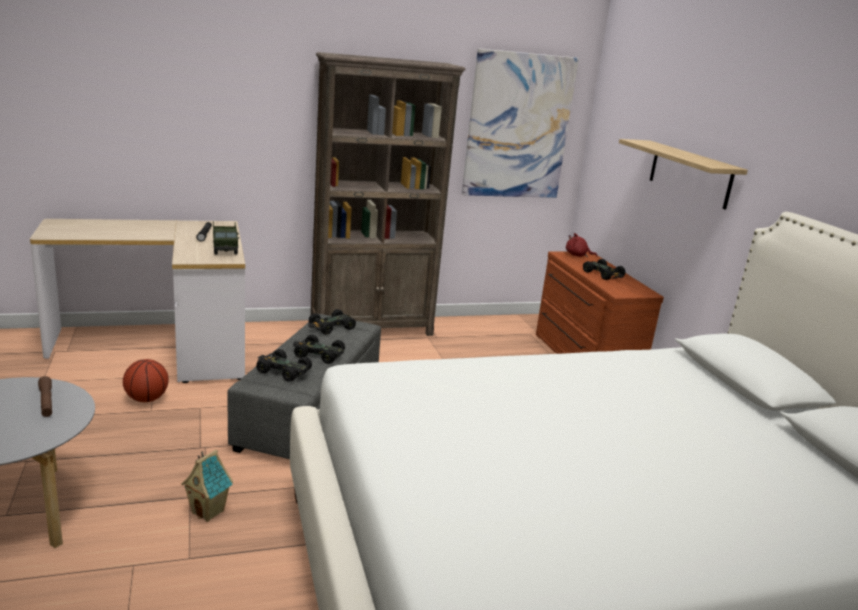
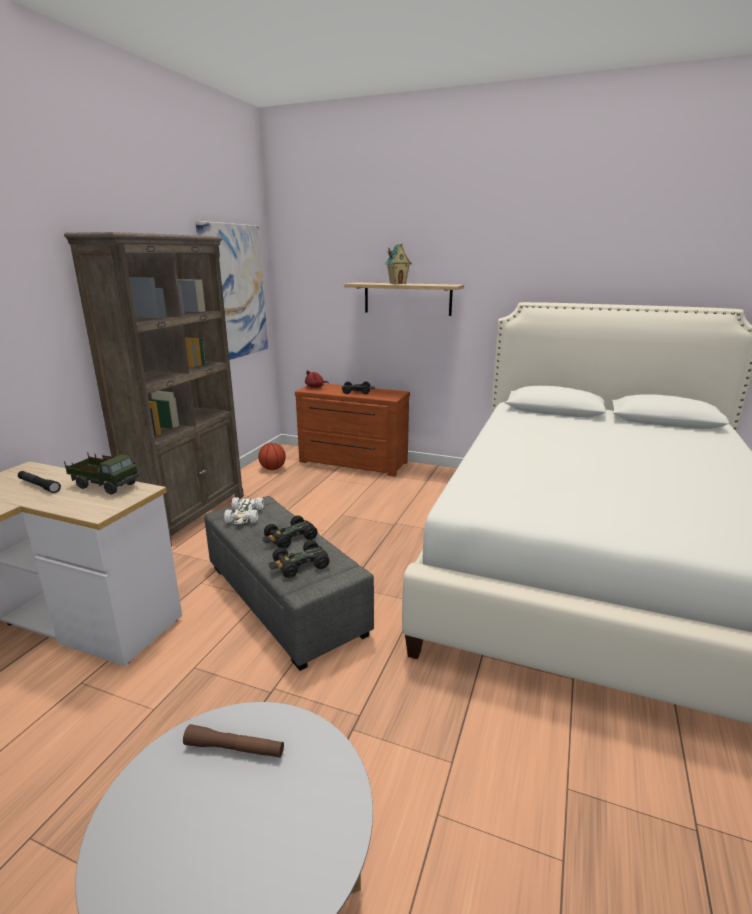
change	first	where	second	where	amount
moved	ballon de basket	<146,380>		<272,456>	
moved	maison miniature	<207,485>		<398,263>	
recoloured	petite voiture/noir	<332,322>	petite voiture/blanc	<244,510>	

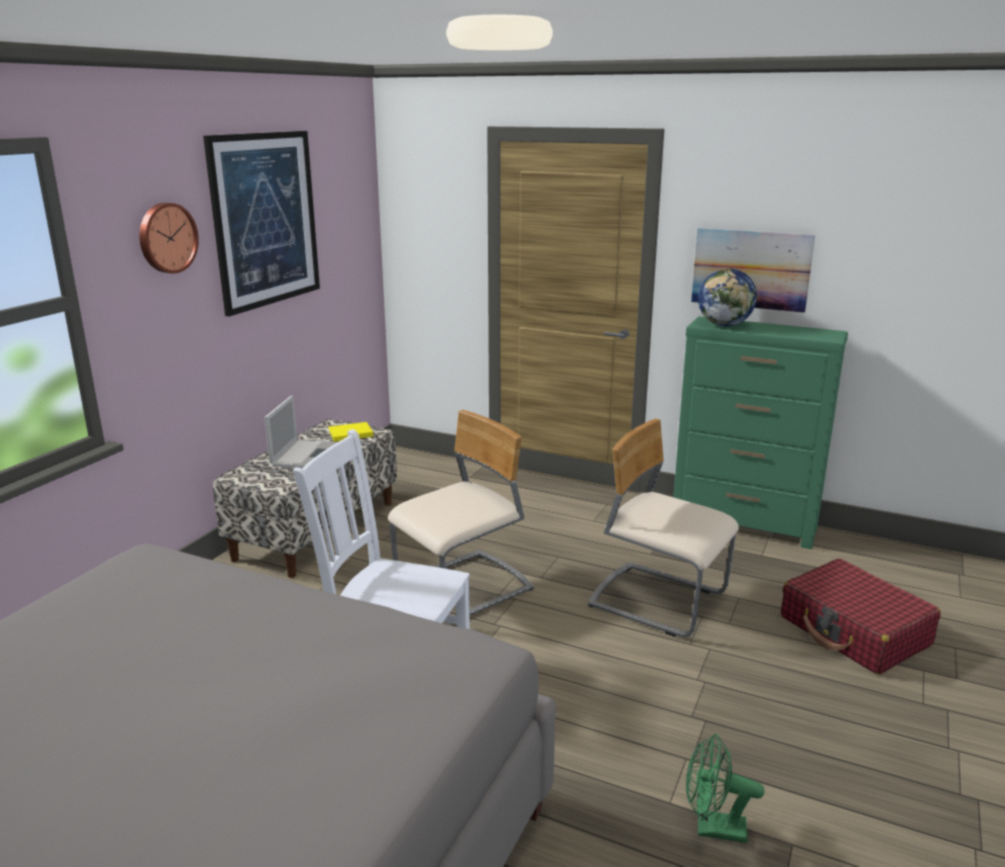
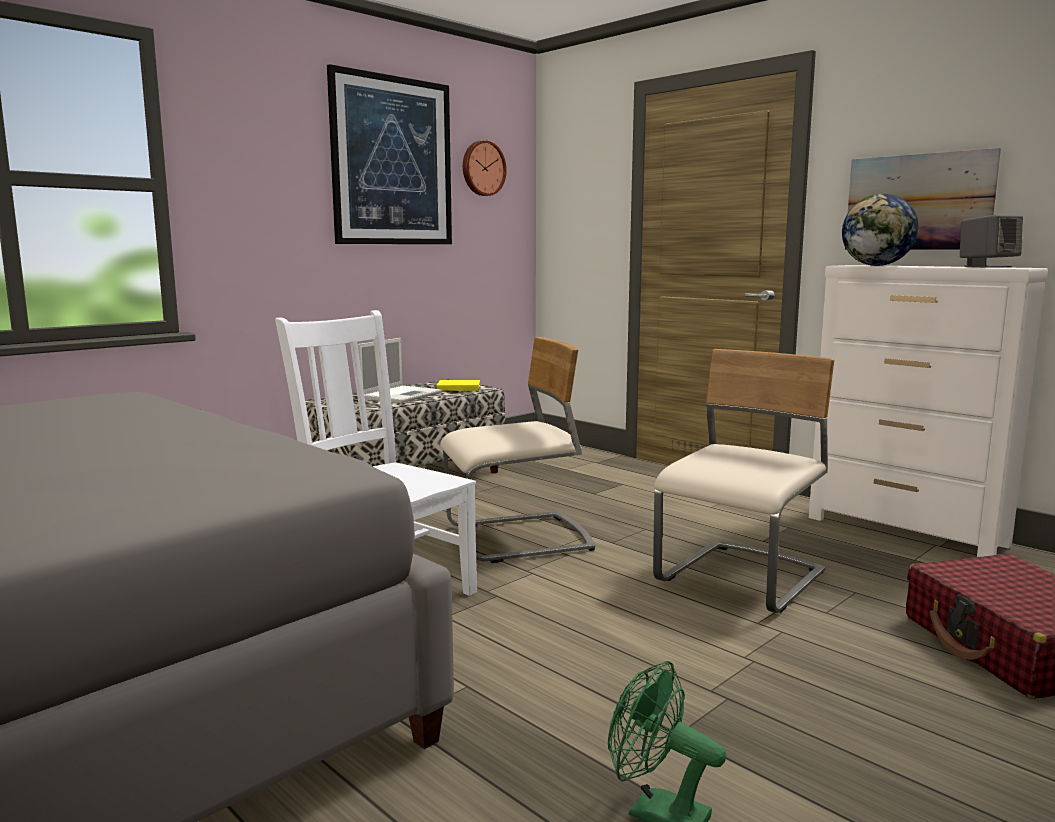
change	first	where	second	where	amount
added			enceinte/gris	<991,241>	
moved	horloge murale	<169,238>		<485,168>	
recoloured	commode/vert	<760,432>	commode/blanc	<928,411>	
turned	chaise/beige	<663,528>		<743,481>	75 degrees clockwise

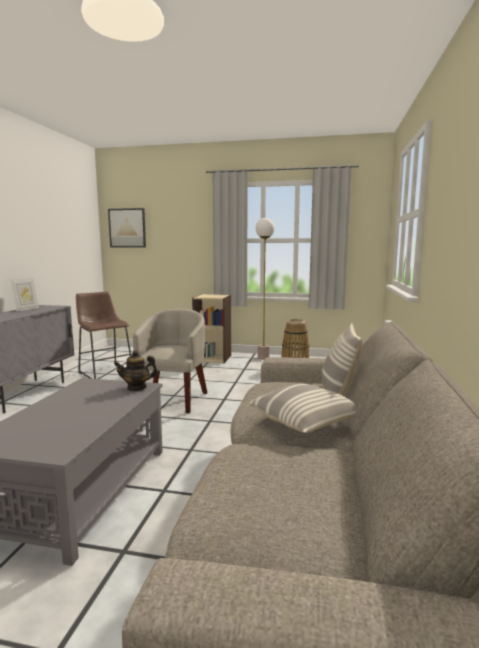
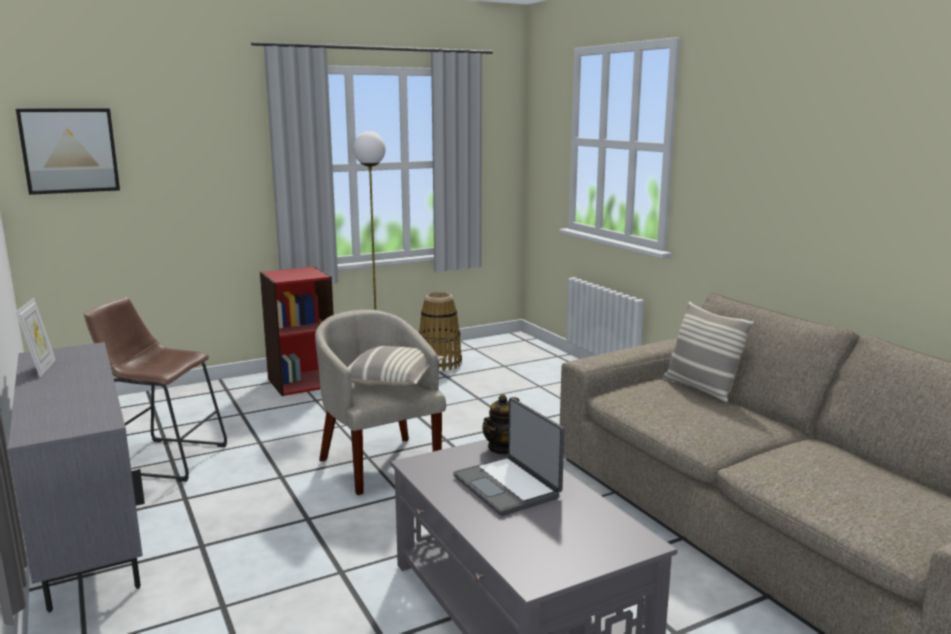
change	first	where	second	where	amount
added			ordinateur portable	<508,456>	
moved	coussin	<302,408>		<395,366>	
recoloured	bibliothèque/beige	<211,328>	bibliothèque/rouge	<297,331>	

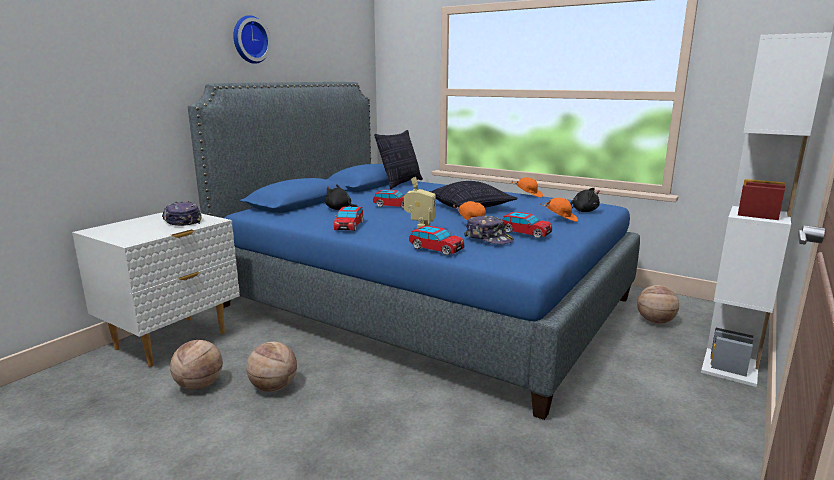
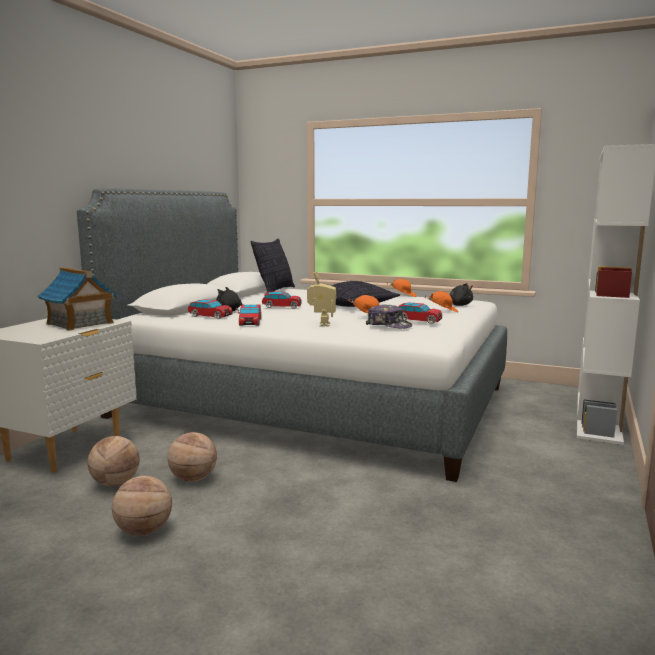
change	first	where	second	where	amount
removed	horloge murale	<252,39>			
moved	petite voiture	<436,240>		<210,309>	
moved	ballon de basket	<658,304>		<142,506>	
replaced	casquette	<181,213>	maison miniature	<77,299>	
recoloured	lit/bleu	<414,251>	lit/blanc	<292,335>	

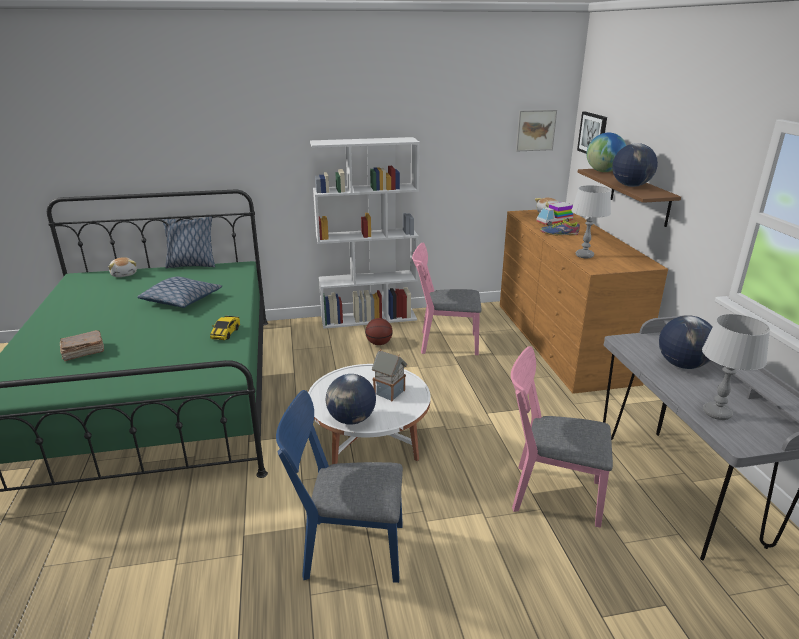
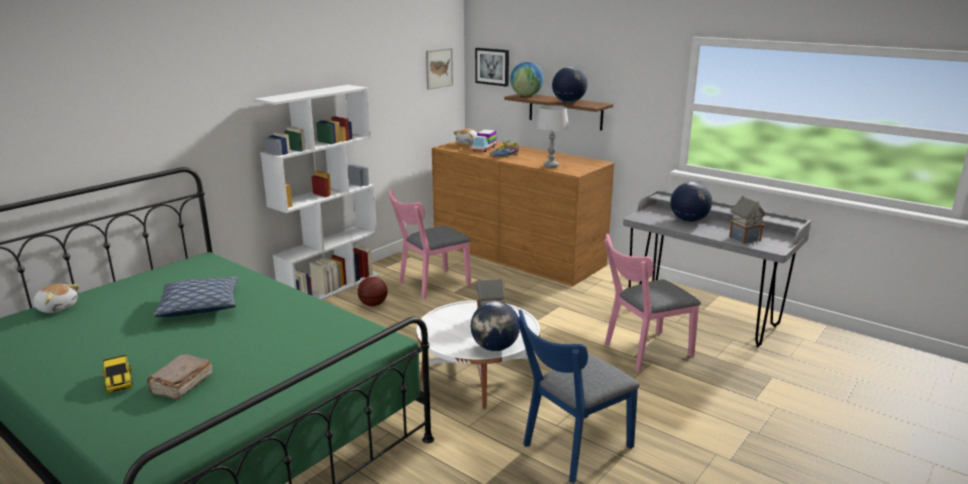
change	first	where	second	where	amount
removed	coussin	<188,242>			
moved	petite voiture	<225,328>		<117,374>	
replaced	lampe de table/gris	<736,367>	maison miniature	<747,220>	

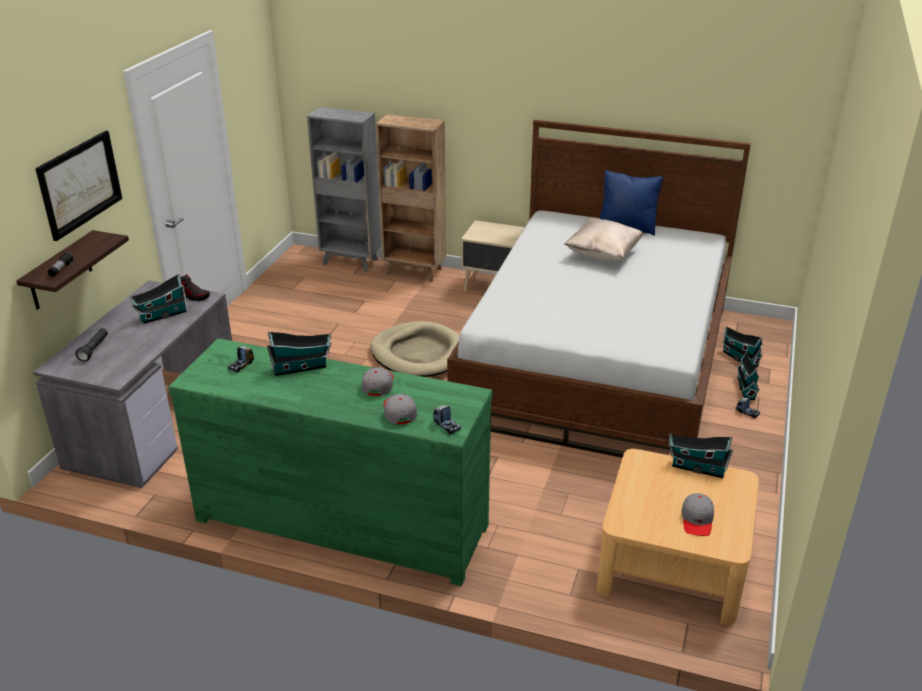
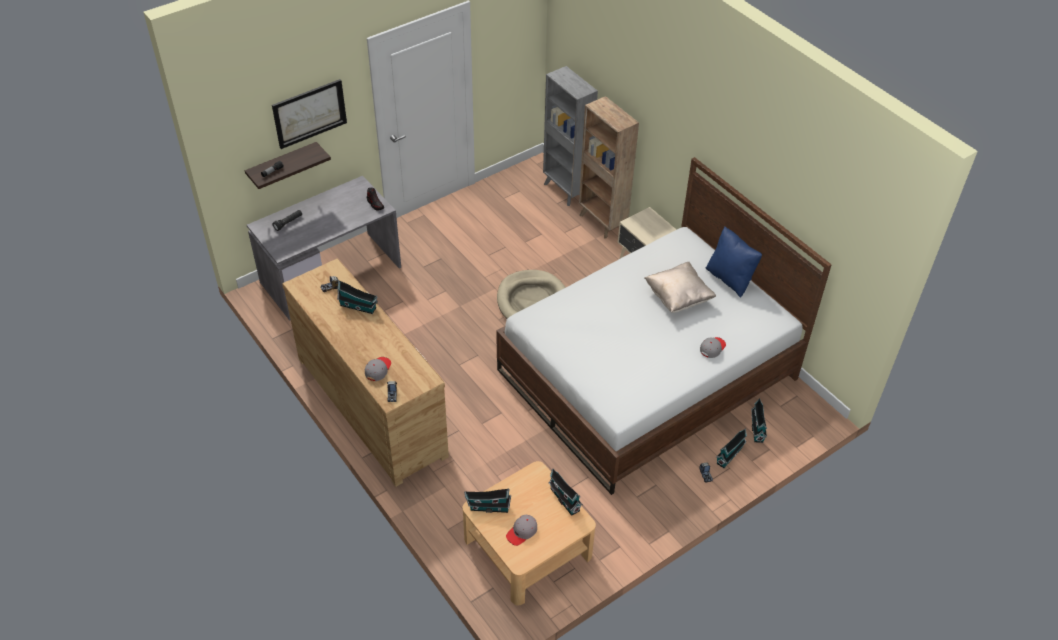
change	first	where	second	where	amount
moved	maison miniature	<158,299>		<487,500>	
moved	casquette/gris	<377,381>		<713,347>	
recoloured	commode/vert	<330,462>	commode/marron	<365,373>	

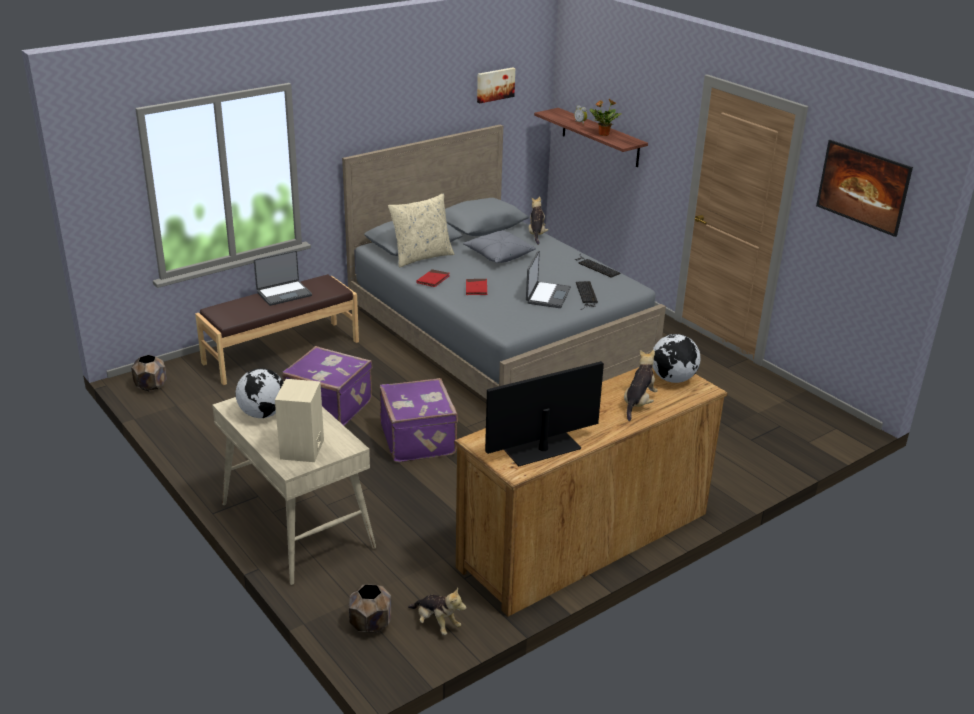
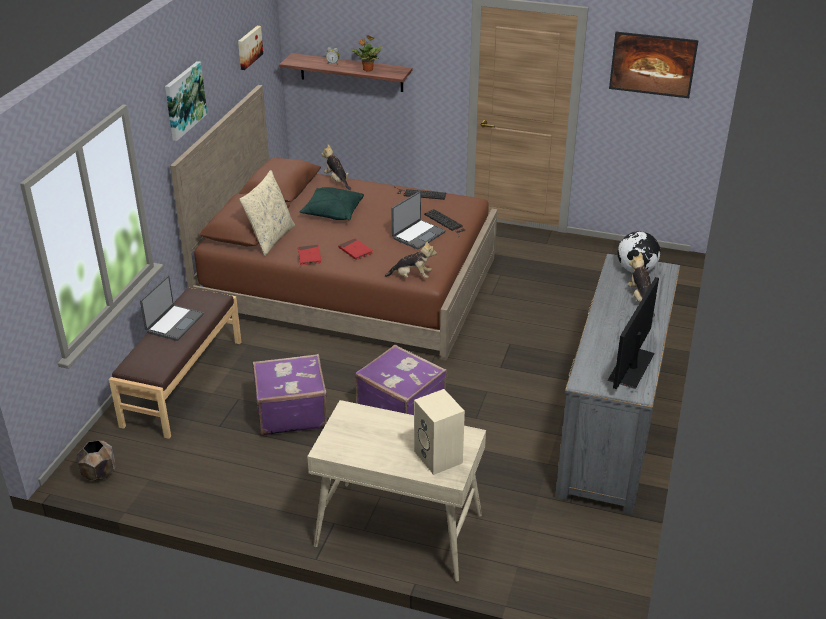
change	first	where	second	where	amount
removed	globe	<260,393>			
removed	cache-pot/marron	<370,608>			
added			tableau	<186,101>	
moved	peluche	<437,611>		<411,259>	
recoloured	lit/gris	<504,261>	lit/marron	<333,223>	
recoloured	commode/marron	<591,492>	commode/gris	<617,384>	
recoloured	coussin/gris	<499,247>	coussin/vert	<331,203>	
turned	ordinateur portable	<548,279>		<418,220>	60 degrees clockwise

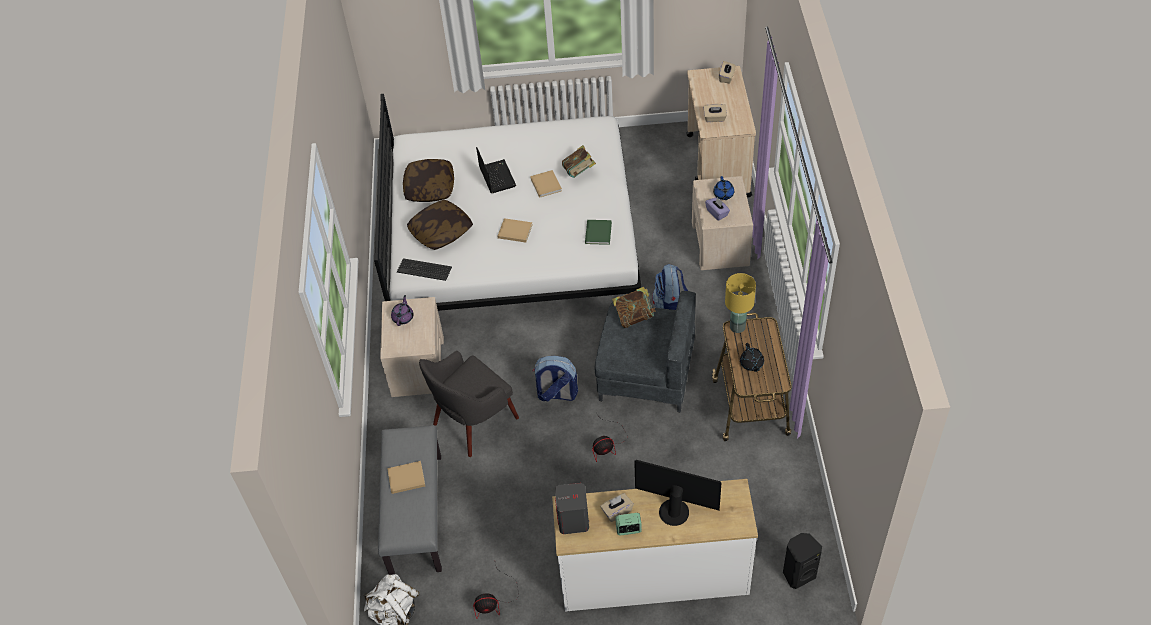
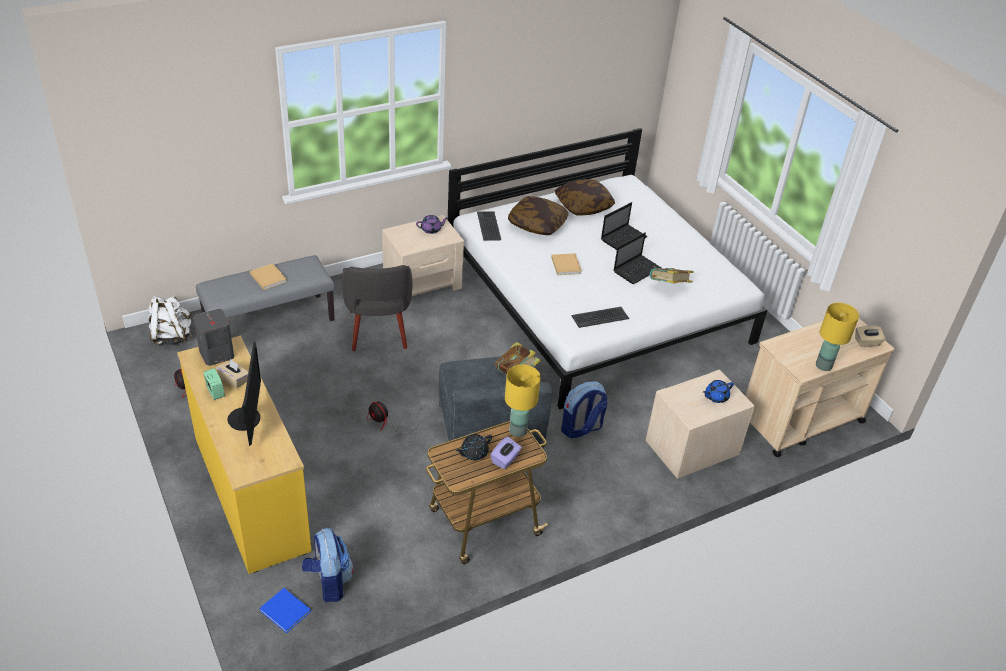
change	first	where	second	where	amount
removed	boîte à mouchoirs/beige	<715,113>			
added			lampe de table/jaune	<837,337>	
moved	sac à dos	<555,378>		<327,565>	
moved	boîte à mouchoirs/violet	<717,209>		<506,452>	
replaced	livre/beige	<546,184>	ordinateur portable	<637,258>	
replaced	livre/vert	<598,232>	clavier	<600,317>	
replaced	enceinte/noir	<802,561>	livre/bleu	<285,610>	
recoloured	commode/blanc	<655,545>	commode/jaune	<244,455>	
turned	fauteuil/gris	<469,404>		<377,308>	120 degrees counterclockwise

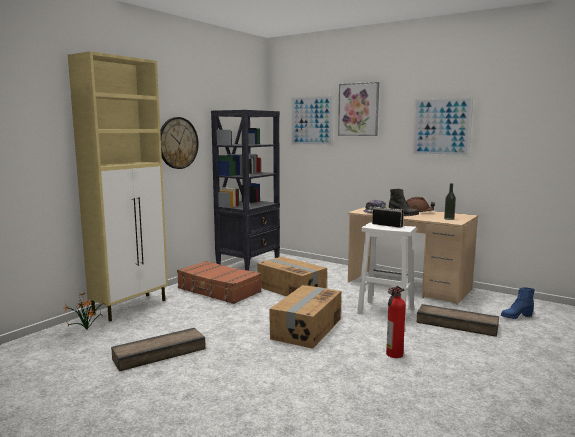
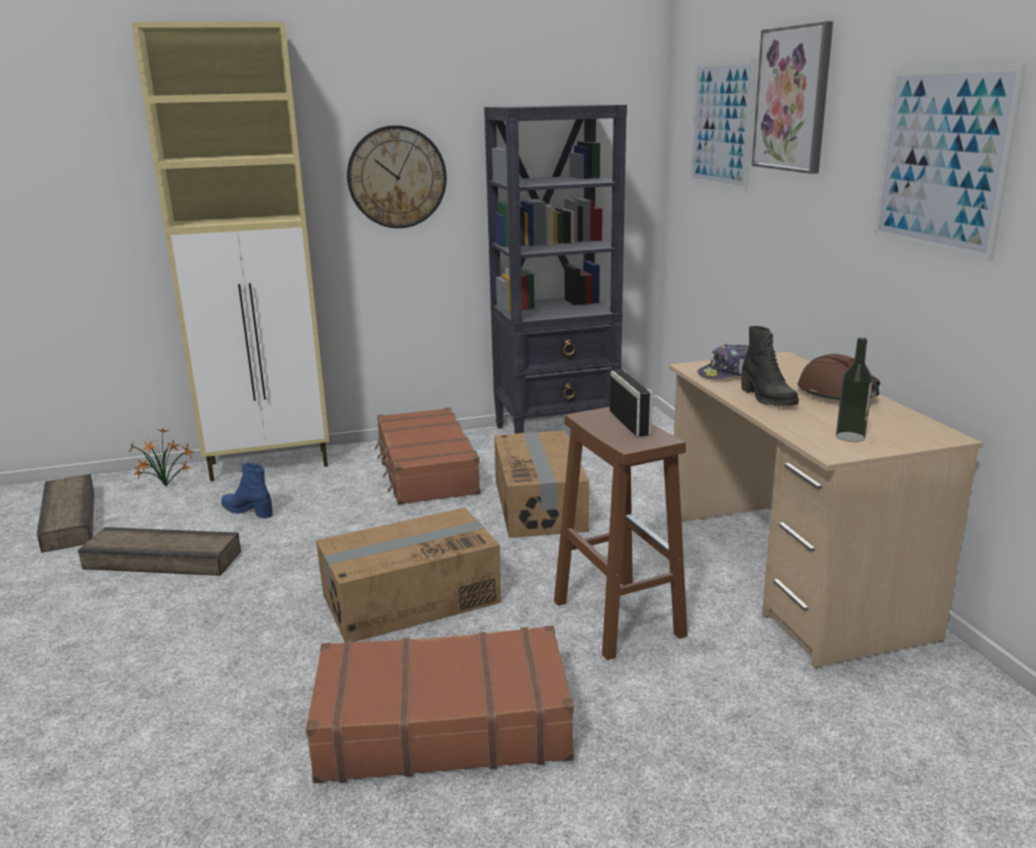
change	first	where	second	where	amount
moved	caisse	<457,320>		<65,513>	
moved	botte/bleu	<518,303>		<247,491>	
replaced	extincteur	<396,322>	valise/marron	<440,704>	
recoloured	tabouret/blanc	<386,272>	tabouret/marron	<621,533>	

